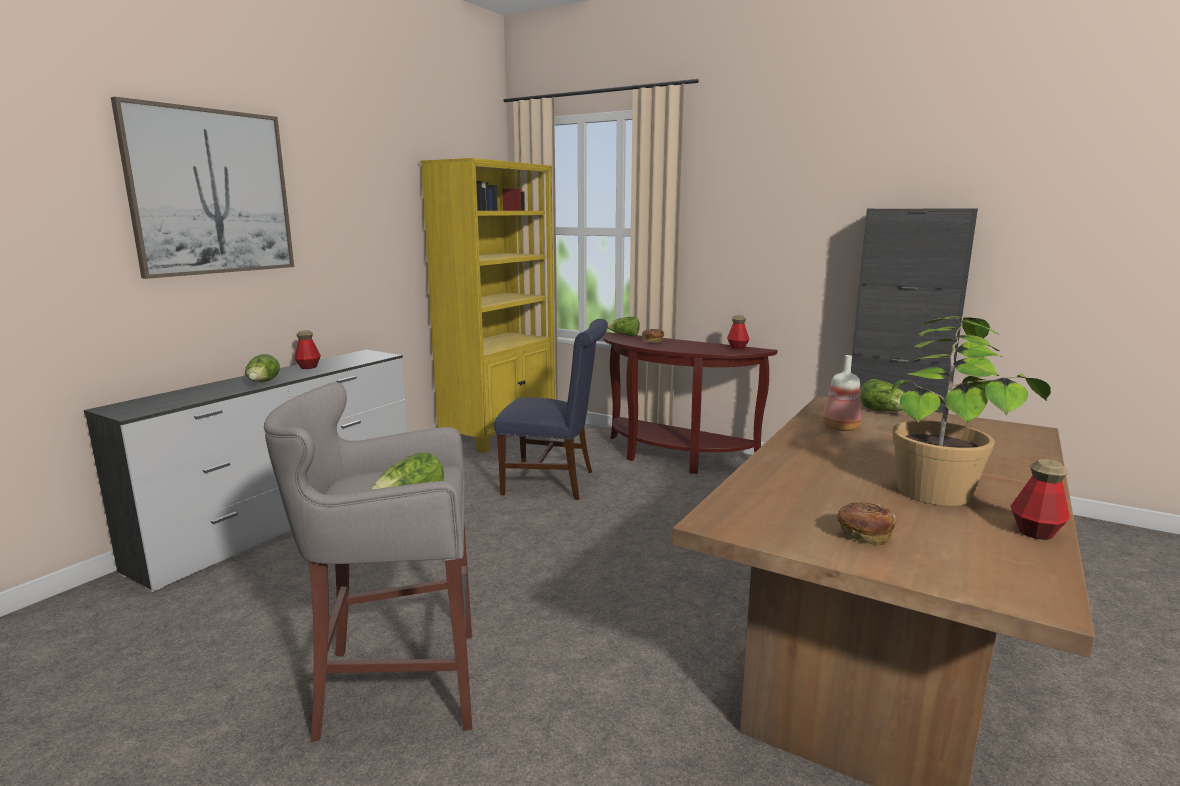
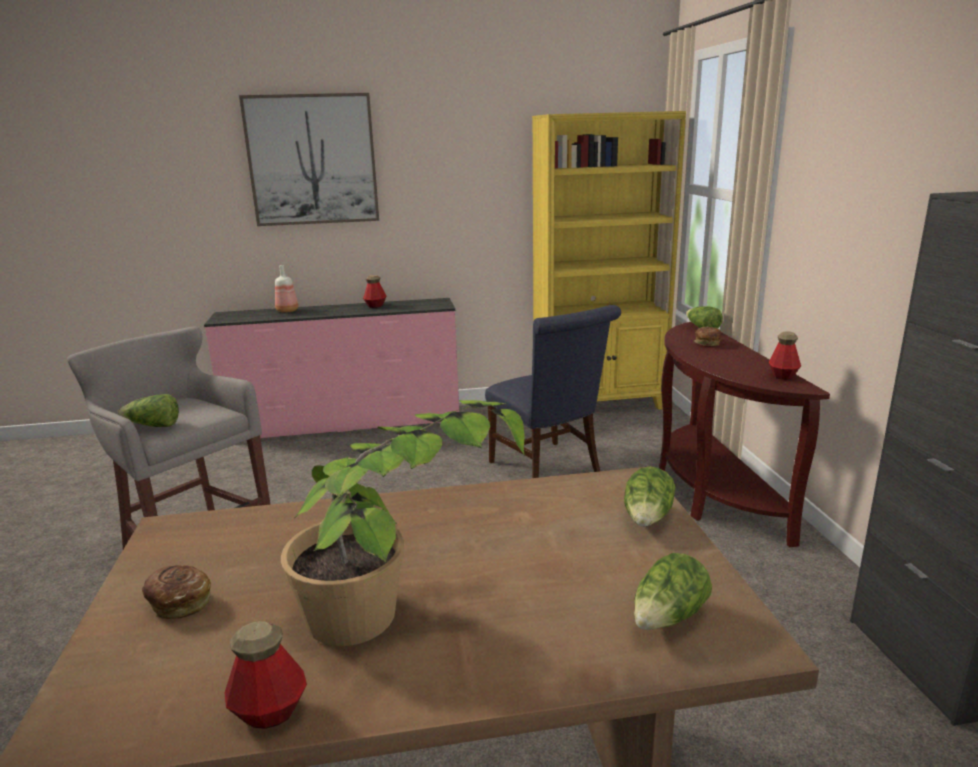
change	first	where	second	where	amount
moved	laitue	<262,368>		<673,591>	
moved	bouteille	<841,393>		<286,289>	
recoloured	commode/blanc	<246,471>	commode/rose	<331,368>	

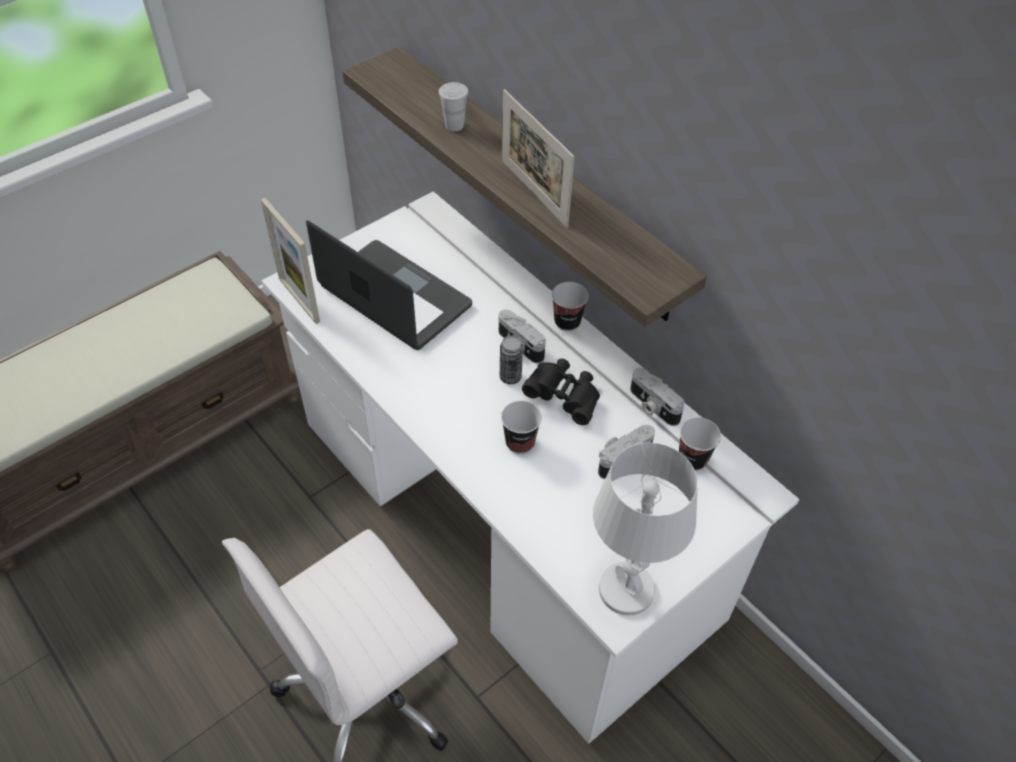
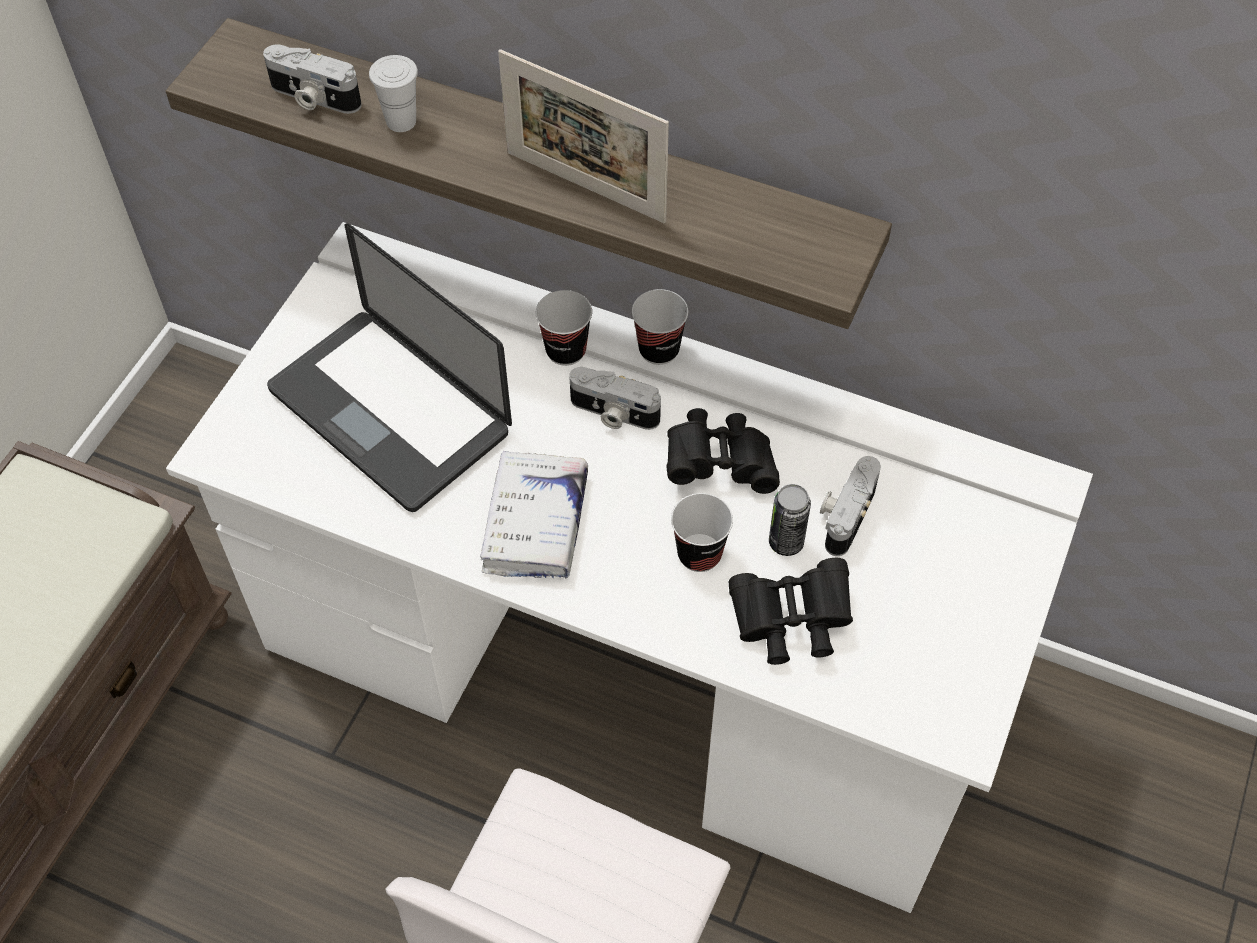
change	first	where	second	where	amount
removed	cadre photo	<290,261>			
removed	lampe de table/blanc	<645,529>			
added			livre/blanc	<534,514>	
added			jumelles/noir	<790,611>	
moved	boîte métallique	<511,359>		<790,520>	
moved	appareil photo	<657,397>		<312,79>	
moved	tasse	<700,444>		<564,328>	
turned	ordinateur portable	<389,285>		<389,367>	150 degrees counterclockwise

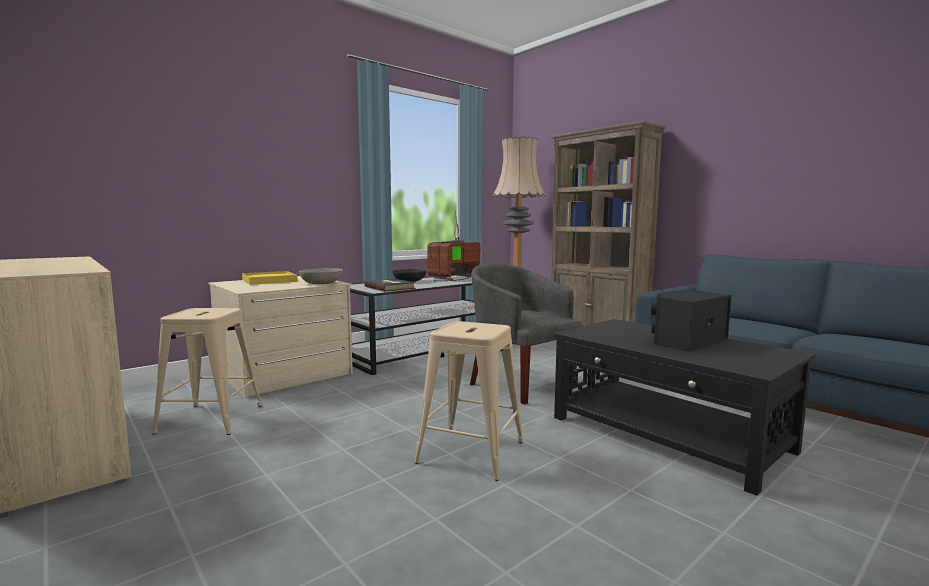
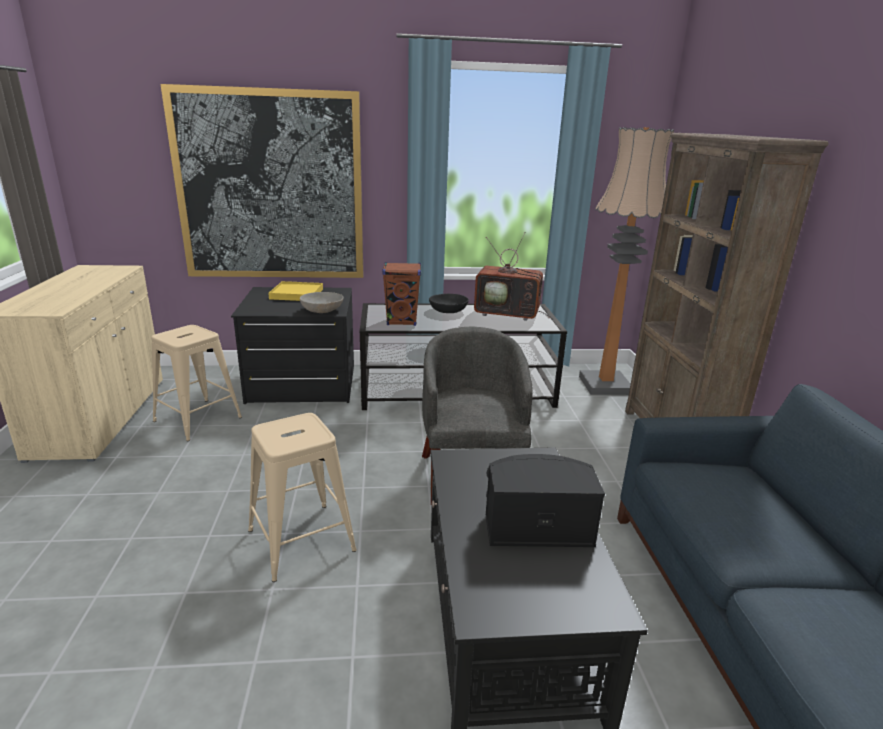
change	first	where	second	where	amount
added			tableau	<262,181>	
replaced	livre	<390,285>	enceinte/marron	<401,294>	
recoloured	commode/beige	<280,337>	commode/noir	<292,345>	
turned	téléviseur	<453,246>		<512,276>	150 degrees counterclockwise

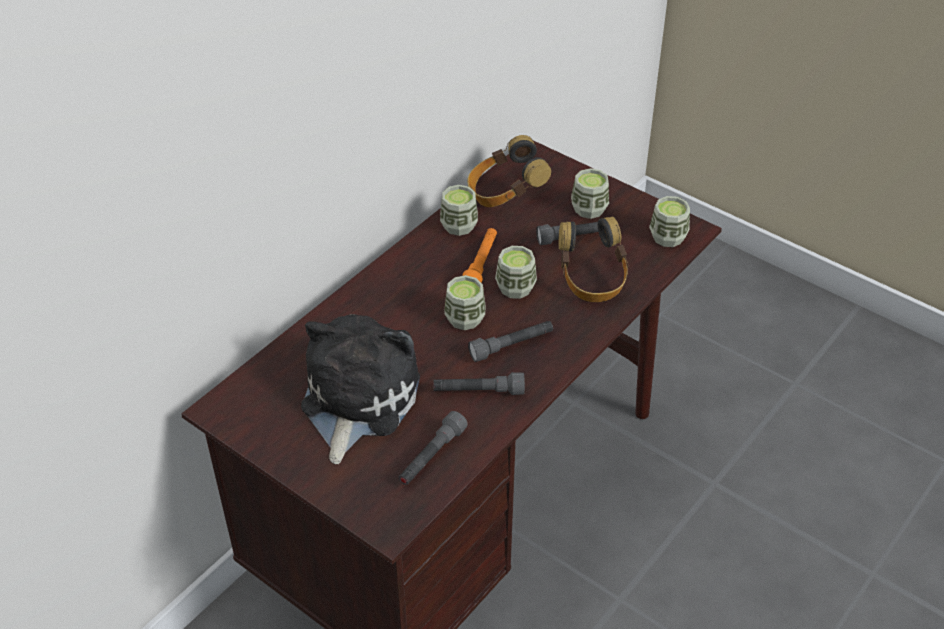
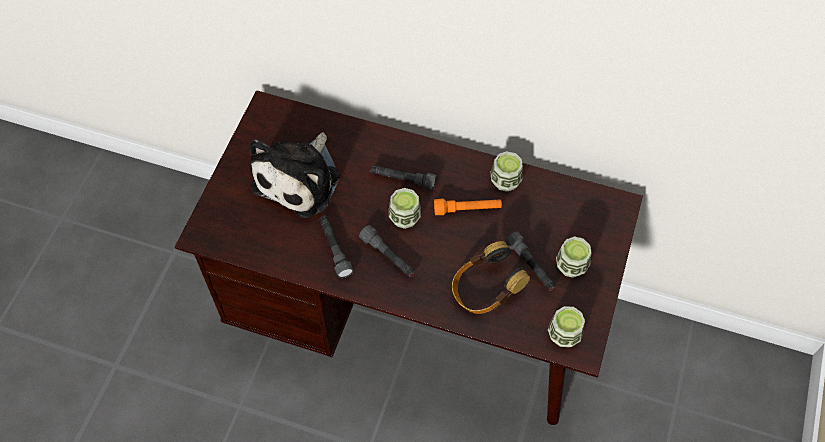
change	first	where	second	where	amount
removed	casque audio	<509,171>			
removed	tasse	<516,272>			
moved	lampe de poche/gris	<433,448>		<404,177>	
turned	peluche	<360,389>		<295,175>	120 degrees clockwise

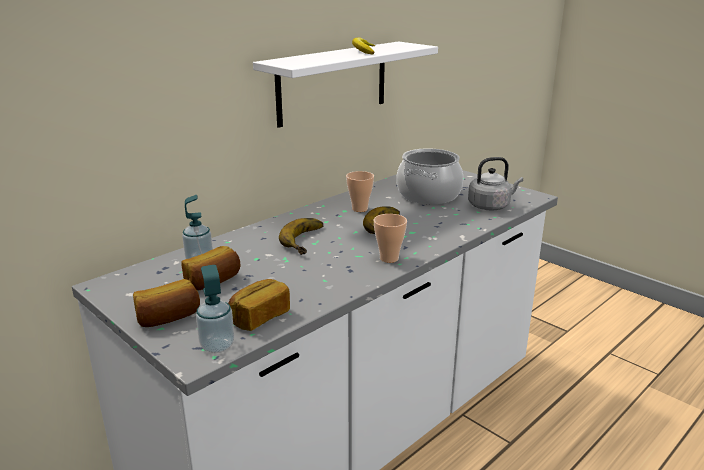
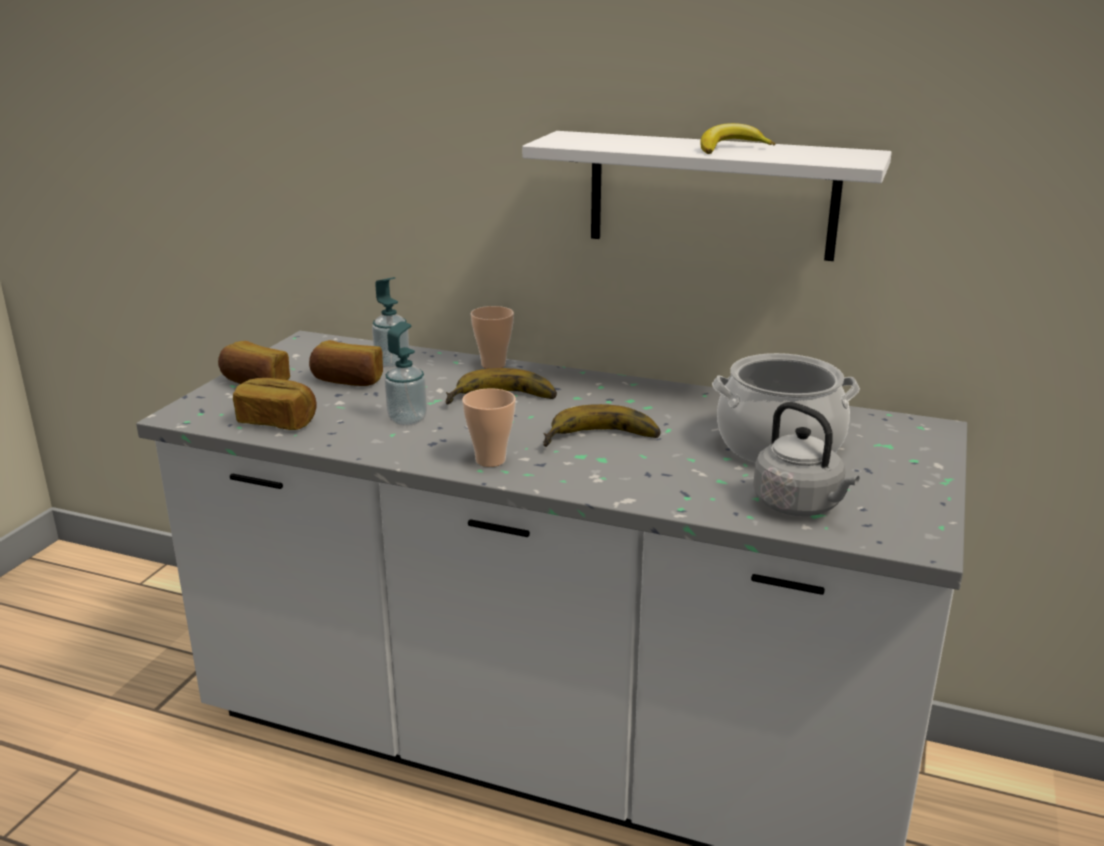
change	first	where	second	where	amount
moved	distributeur de savon	<215,309>		<406,373>	
moved	tasse	<360,191>		<492,337>	

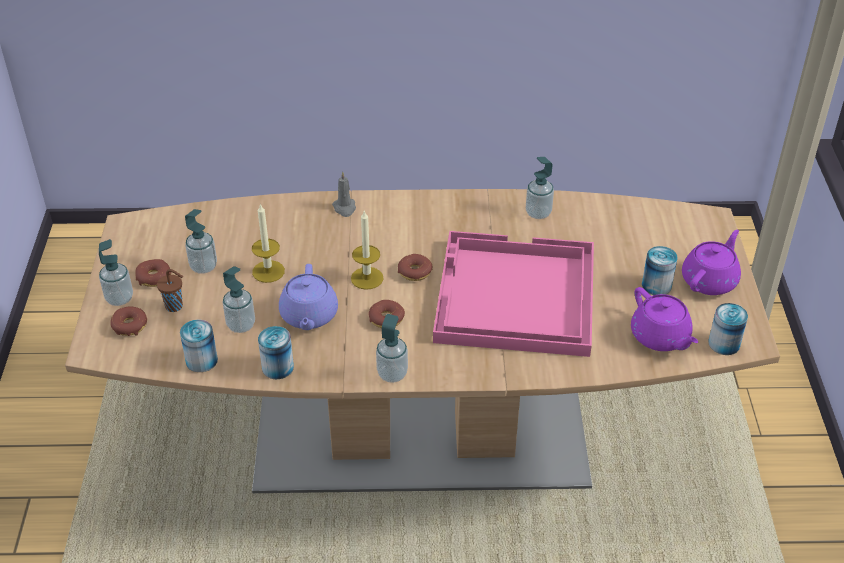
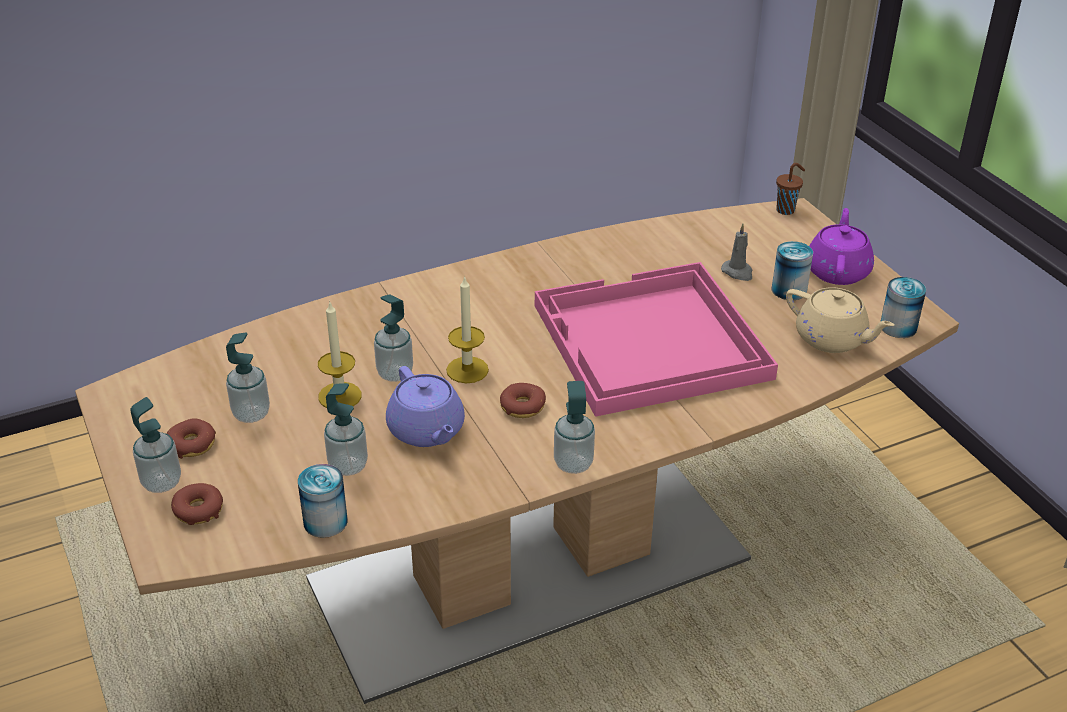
change	first	where	second	where	amount
removed	boîte métallique	<276,352>			
removed	beignet	<415,267>			
moved	tasse/marron	<170,290>		<790,189>	
moved	bougie/gris	<344,194>		<736,252>	
moved	distributeur de savon	<540,188>		<393,338>	
recoloured	théière/violet	<664,319>	théière/beige	<840,320>	

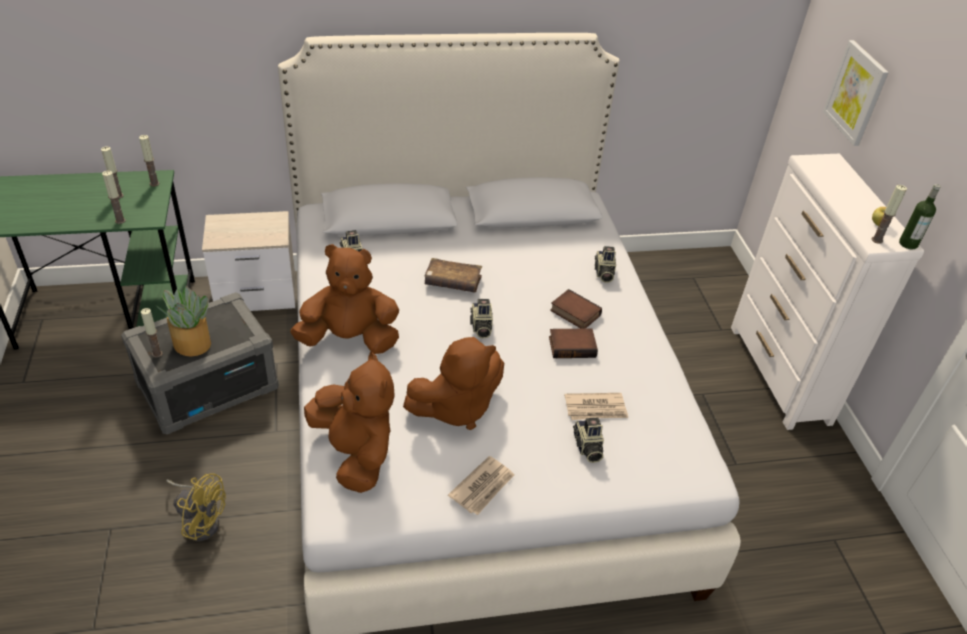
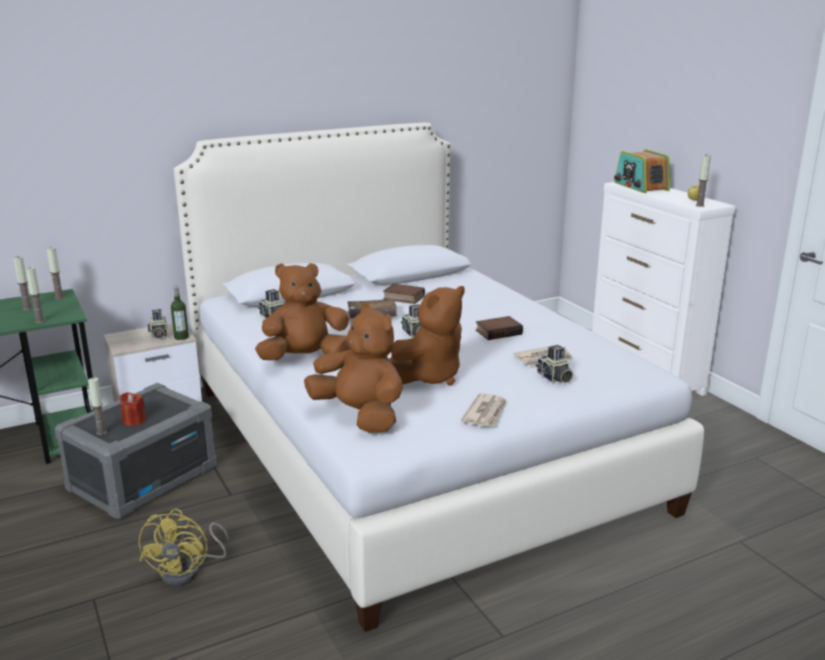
change	first	where	second	where	amount
removed	tableau	<856,93>			
added			radio	<642,171>	
moved	livre	<576,309>		<404,294>	
moved	appareil photo	<605,264>		<157,324>	
moved	bouteille	<920,216>		<180,313>	
replaced	plante en pot	<184,321>	bougie/rouge	<133,409>	
turned	ventilateur/jaune	<196,507>		<184,547>	90 degrees clockwise

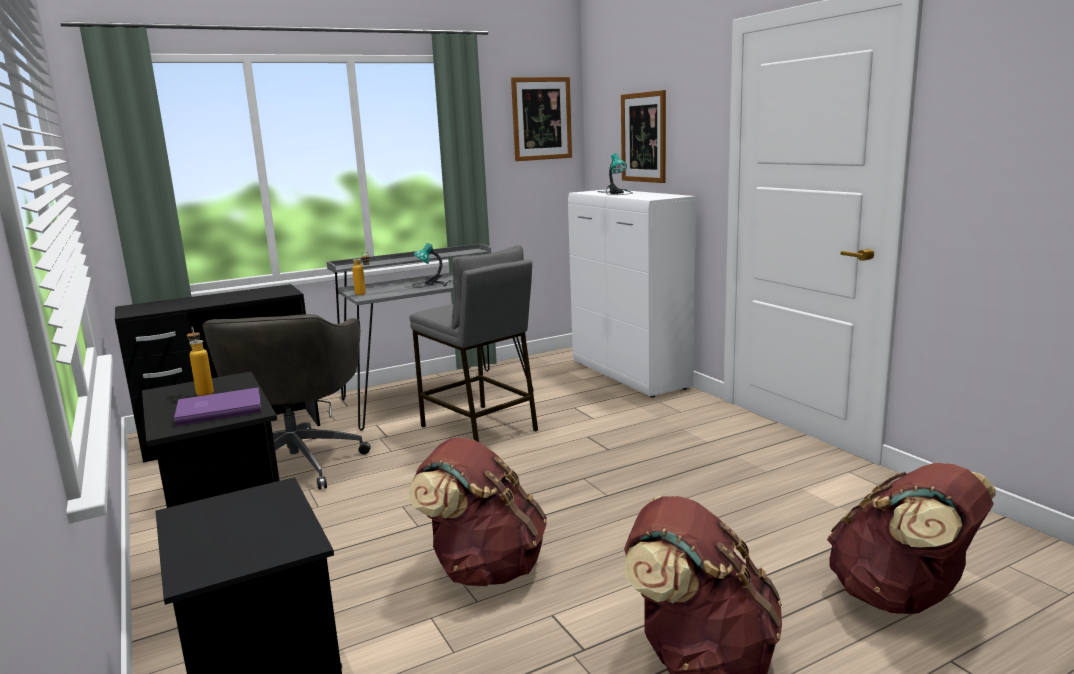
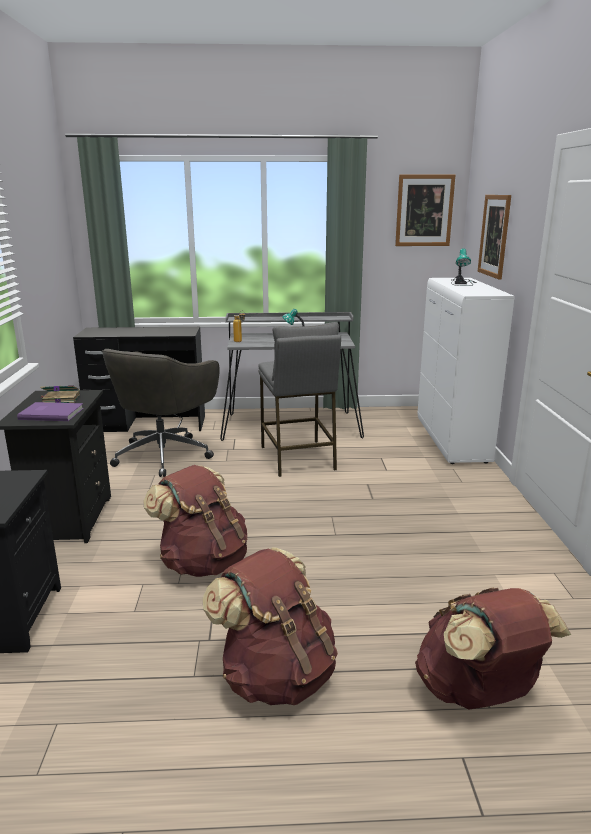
change	first	where	second	where	amount
replaced	bouteille	<200,361>	livre	<60,394>	

